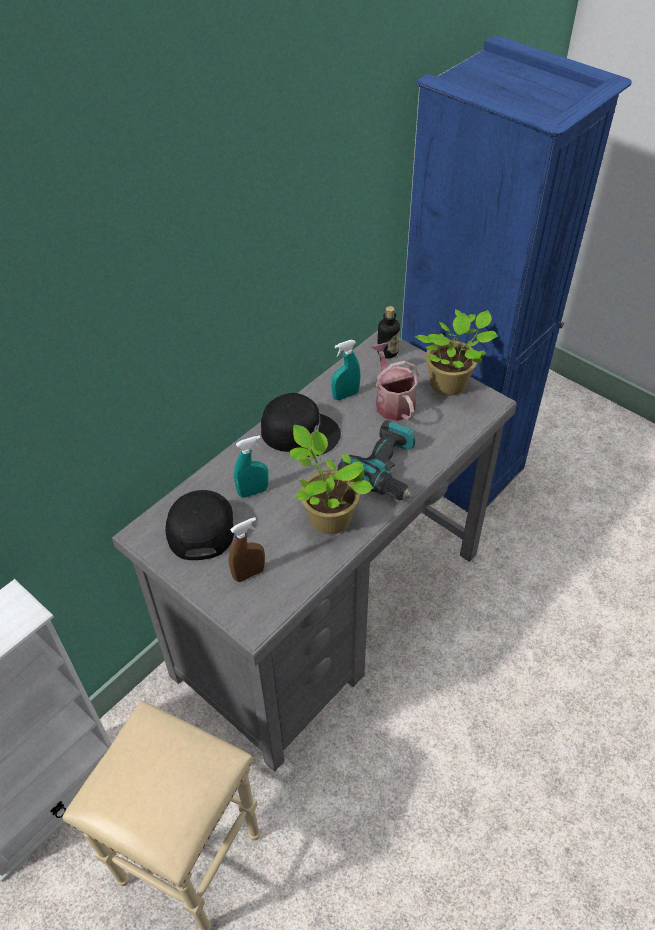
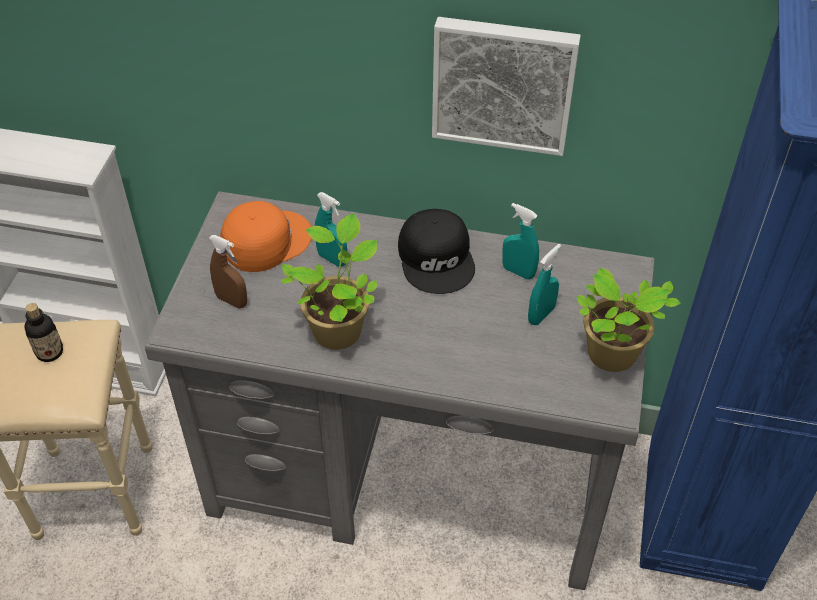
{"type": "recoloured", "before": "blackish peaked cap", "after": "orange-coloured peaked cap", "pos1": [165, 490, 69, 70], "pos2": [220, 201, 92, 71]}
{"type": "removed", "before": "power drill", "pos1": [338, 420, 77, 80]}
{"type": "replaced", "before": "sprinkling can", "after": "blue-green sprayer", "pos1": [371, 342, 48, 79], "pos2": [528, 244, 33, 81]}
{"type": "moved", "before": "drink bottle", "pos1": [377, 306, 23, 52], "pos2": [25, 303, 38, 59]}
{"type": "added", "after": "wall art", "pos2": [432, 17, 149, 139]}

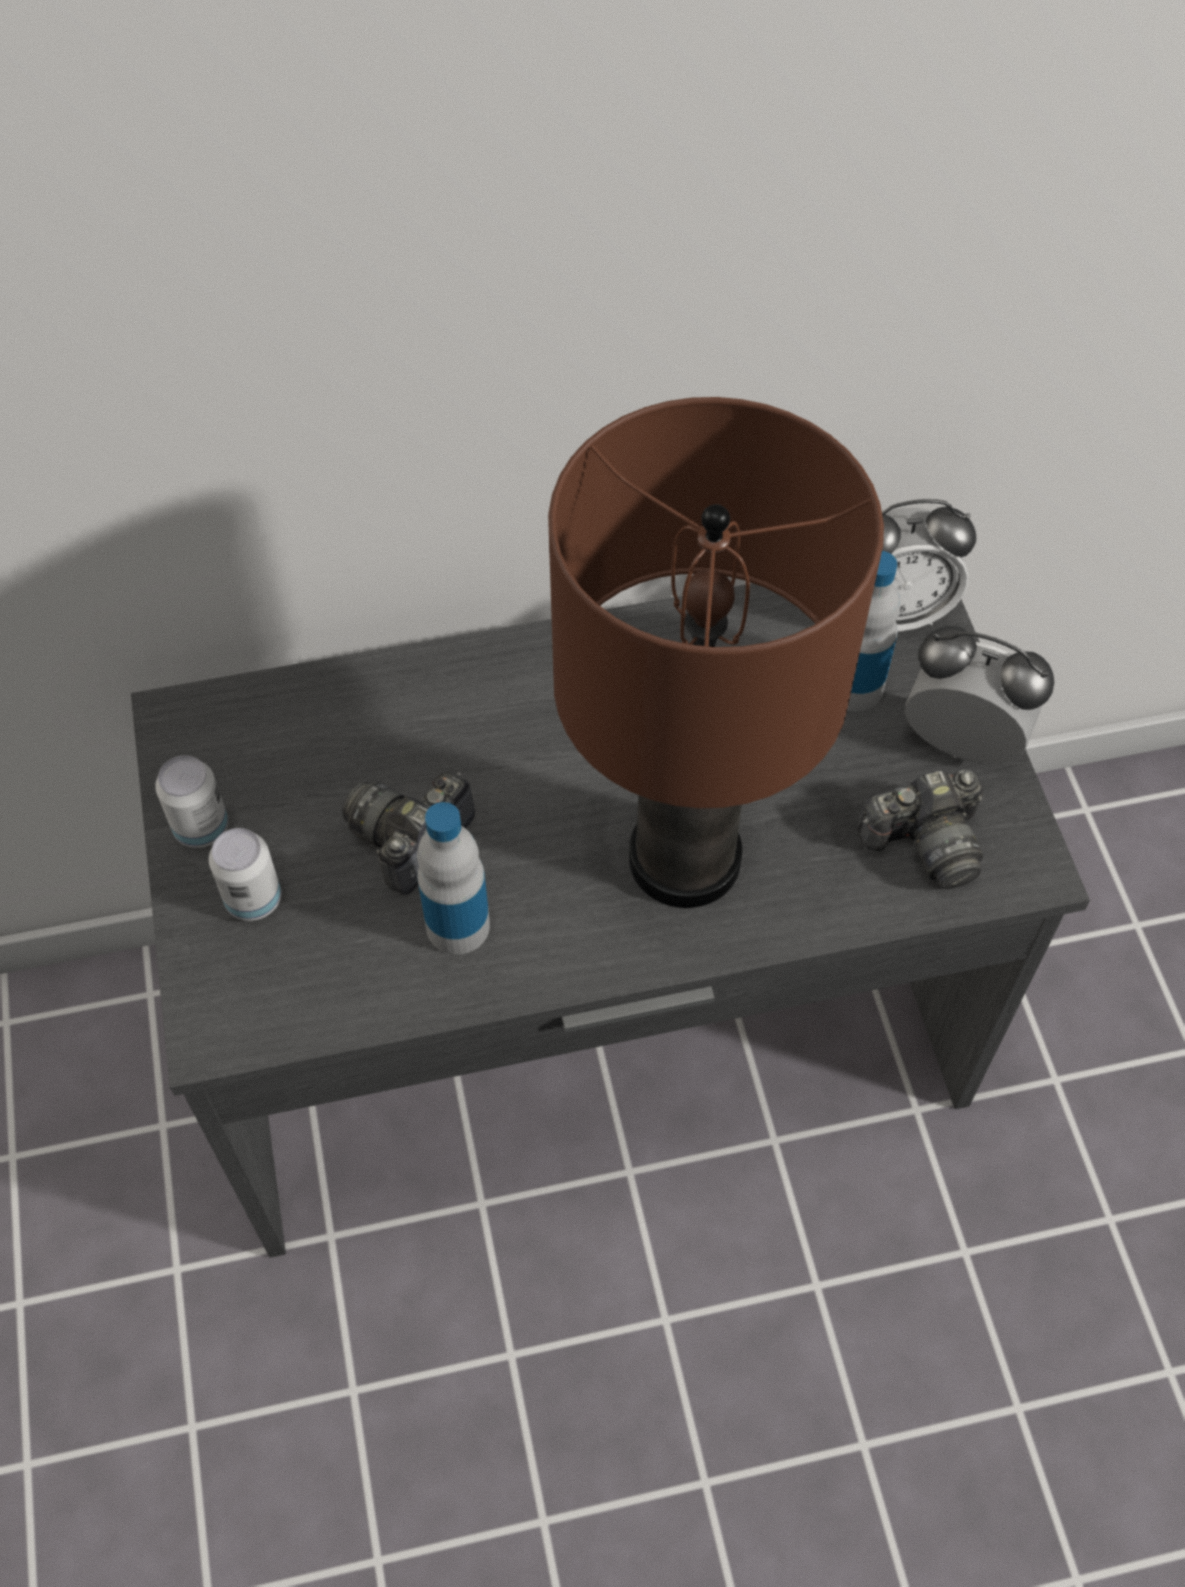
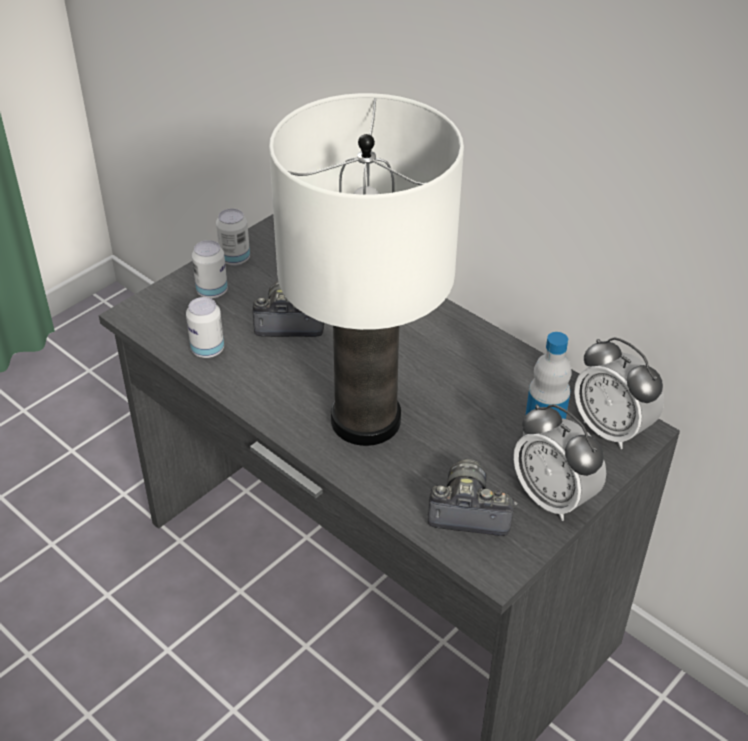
{"type": "removed", "before": "drink bottle", "pos1": [417, 802, 73, 153]}
{"type": "recoloured", "before": "brownish lamp for a table", "after": "whitish lamp for a table", "pos1": [548, 397, 336, 511], "pos2": [269, 93, 195, 353]}
{"type": "turned", "before": "photo camera", "pos1": [857, 770, 126, 119], "pos2": [428, 458, 89, 78], "turn": 150}
{"type": "turned", "before": "alarm clock", "pos1": [905, 626, 149, 137], "pos2": [513, 404, 93, 117], "turn": 150}
{"type": "added", "after": "metal can", "pos2": [186, 297, 38, 61]}

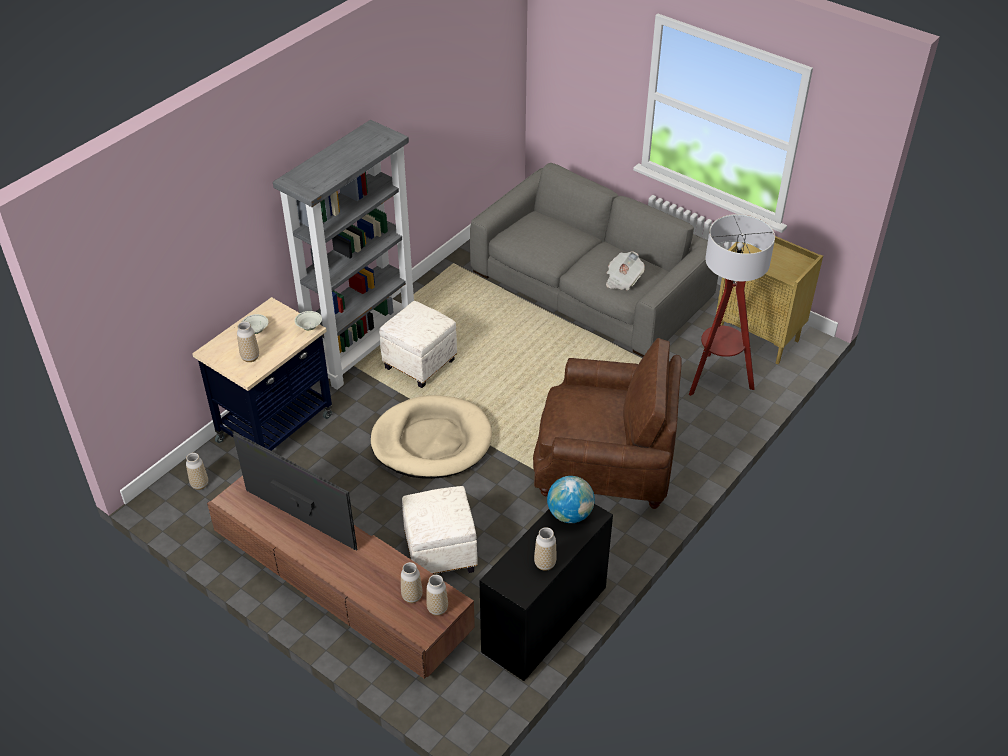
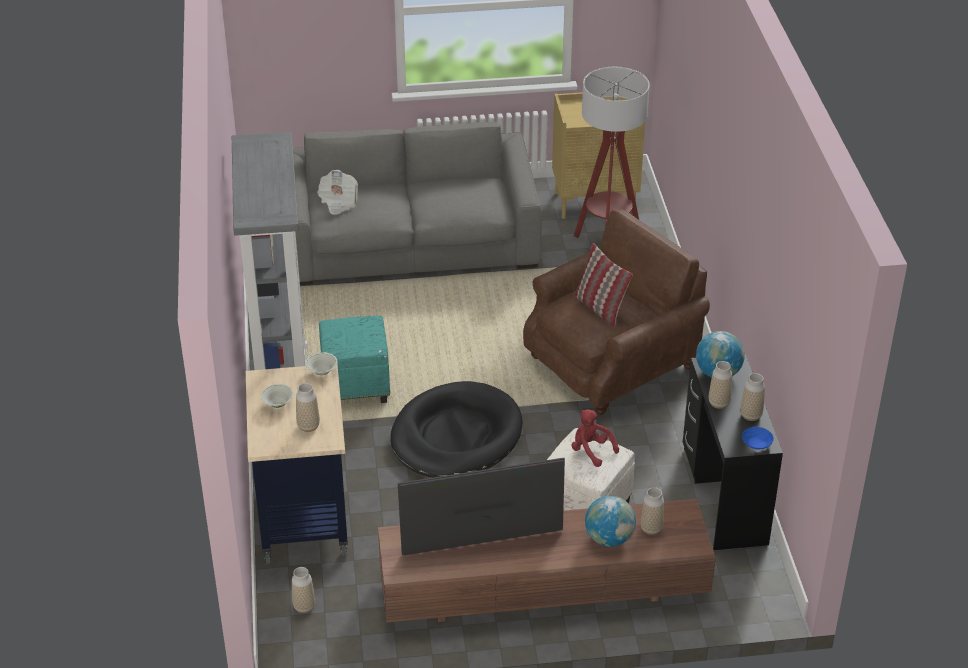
{"type": "recoloured", "before": "sand-coloured dog cushion", "after": "blackish dog cushion", "pos1": [370, 395, 122, 84], "pos2": [390, 381, 133, 97]}
{"type": "recoloured", "before": "whitish footrest", "after": "blue-green footrest", "pos1": [379, 301, 78, 87], "pos2": [319, 316, 71, 87]}
{"type": "moved", "before": "vase", "pos1": [426, 575, 22, 41], "pos2": [709, 361, 23, 48]}
{"type": "moved", "before": "daily paper", "pos1": [606, 252, 39, 38], "pos2": [317, 170, 41, 45]}
{"type": "added", "after": "reddish soft toy", "pos2": [571, 410, 48, 57]}
{"type": "added", "after": "pillow", "pos2": [574, 243, 59, 85]}
{"type": "added", "after": "world globe", "pos2": [585, 496, 51, 51]}
{"type": "added", "after": "blue serving bowl", "pos2": [742, 427, 32, 22]}

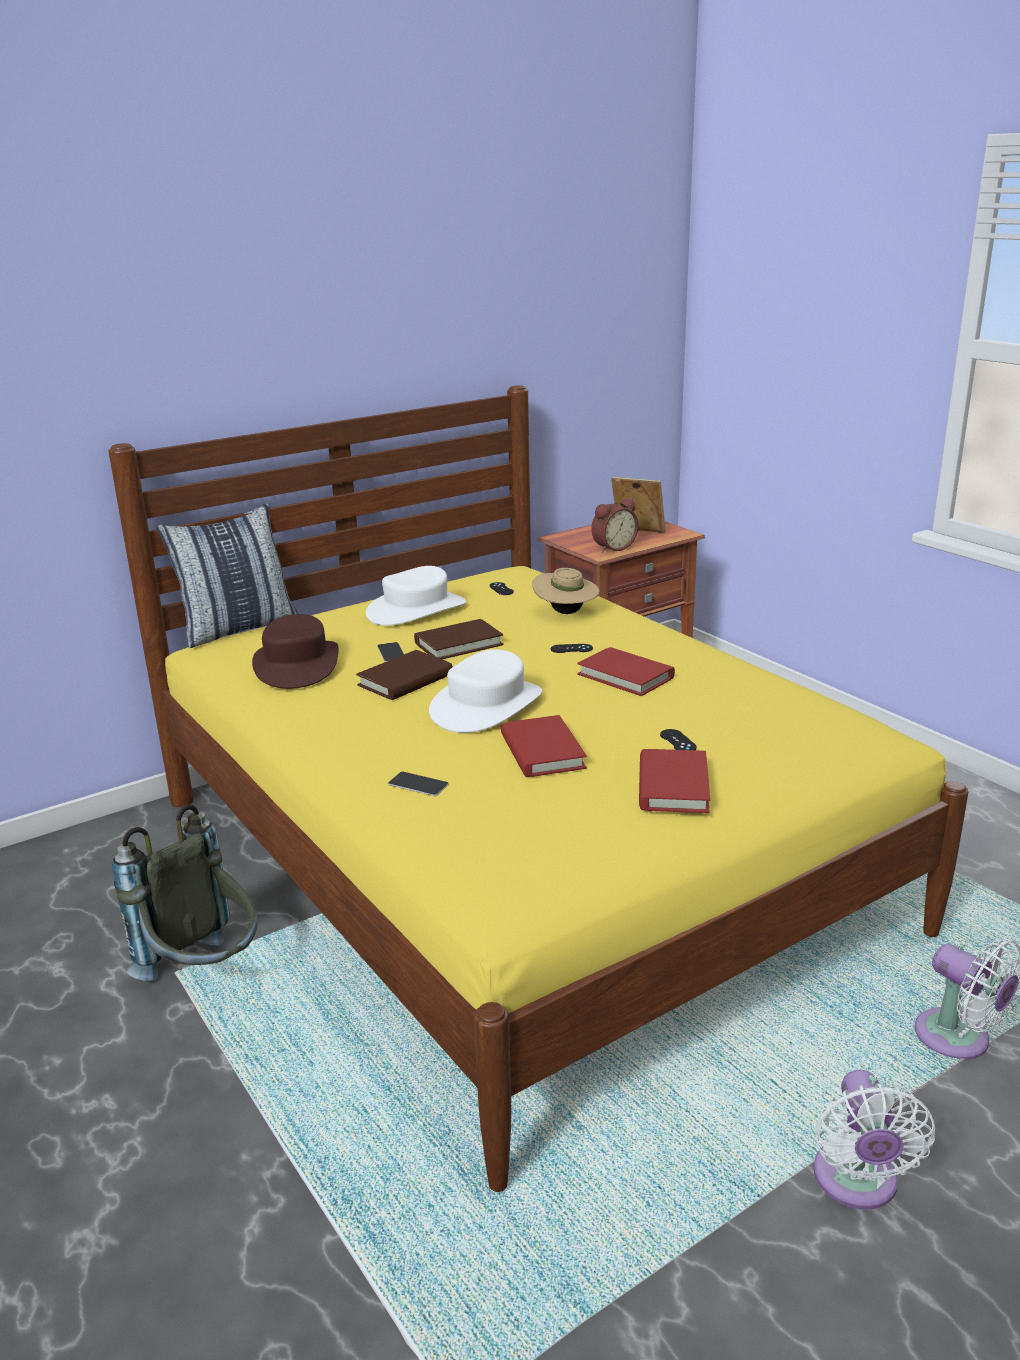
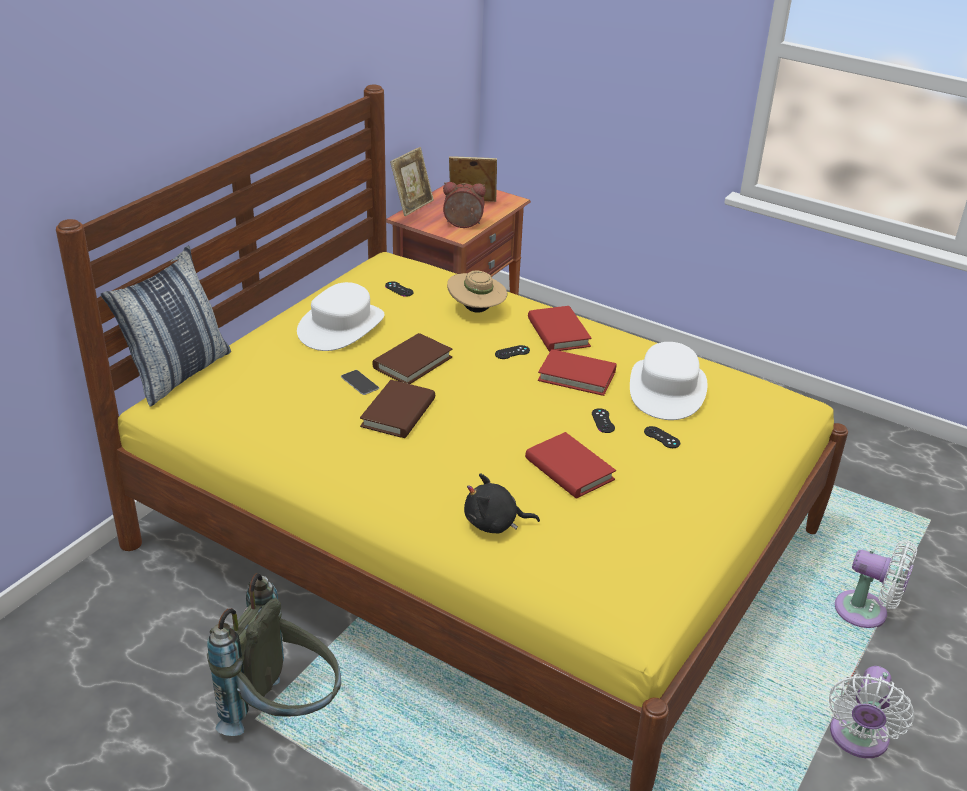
{"type": "removed", "before": "brownish hat", "pos1": [252, 614, 87, 75]}
{"type": "replaced", "before": "handset", "after": "blackish soft toy", "pos1": [388, 772, 61, 24], "pos2": [464, 474, 76, 59]}
{"type": "moved", "before": "whitish hat", "pos1": [429, 649, 113, 84], "pos2": [630, 342, 77, 78]}
{"type": "turned", "before": "alarm clock", "pos1": [591, 498, 47, 55], "pos2": [443, 182, 43, 46], "turn": -120}
{"type": "moved", "before": "reddish volume", "pos1": [639, 749, 71, 64], "pos2": [528, 306, 64, 46]}
{"type": "turned", "before": "whitish cooling fan", "pos1": [814, 1070, 121, 139], "pos2": [829, 666, 85, 92], "turn": 45}
{"type": "added", "after": "standing frame", "pos2": [390, 147, 44, 69]}
{"type": "added", "after": "blackish joypad", "pos2": [592, 408, 23, 25]}

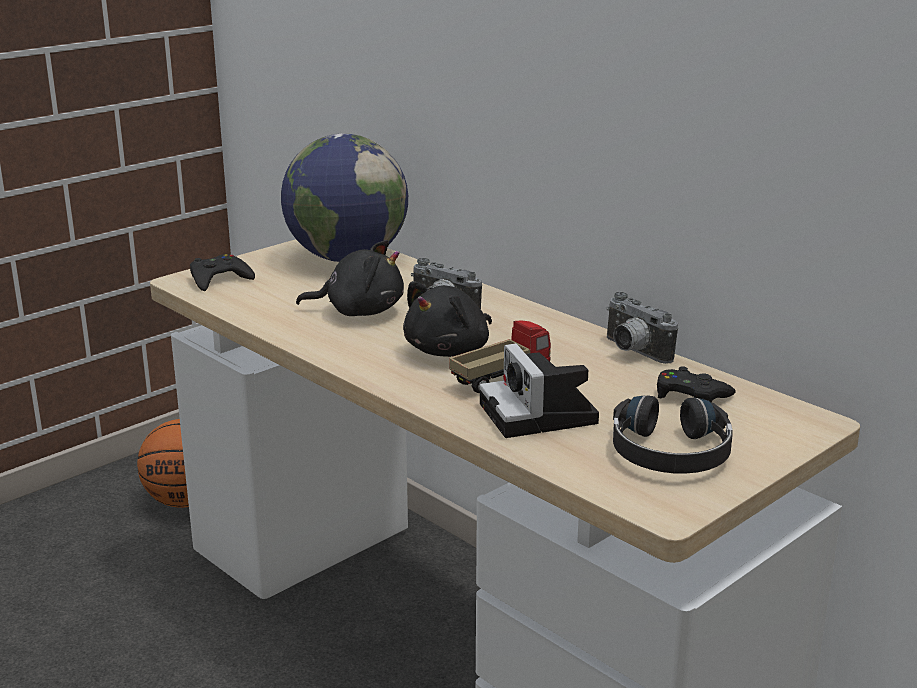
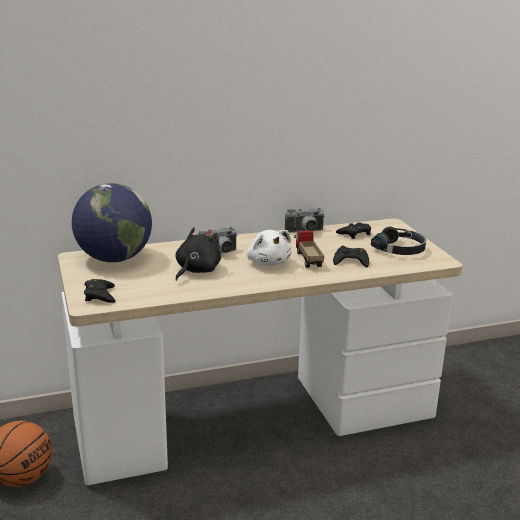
{"type": "recoloured", "before": "blackish soft toy", "after": "whitish soft toy", "pos1": [403, 281, 89, 76], "pos2": [247, 230, 45, 36]}
{"type": "replaced", "before": "photo camera", "after": "blackish joypad", "pos1": [479, 343, 120, 95], "pos2": [333, 246, 36, 21]}

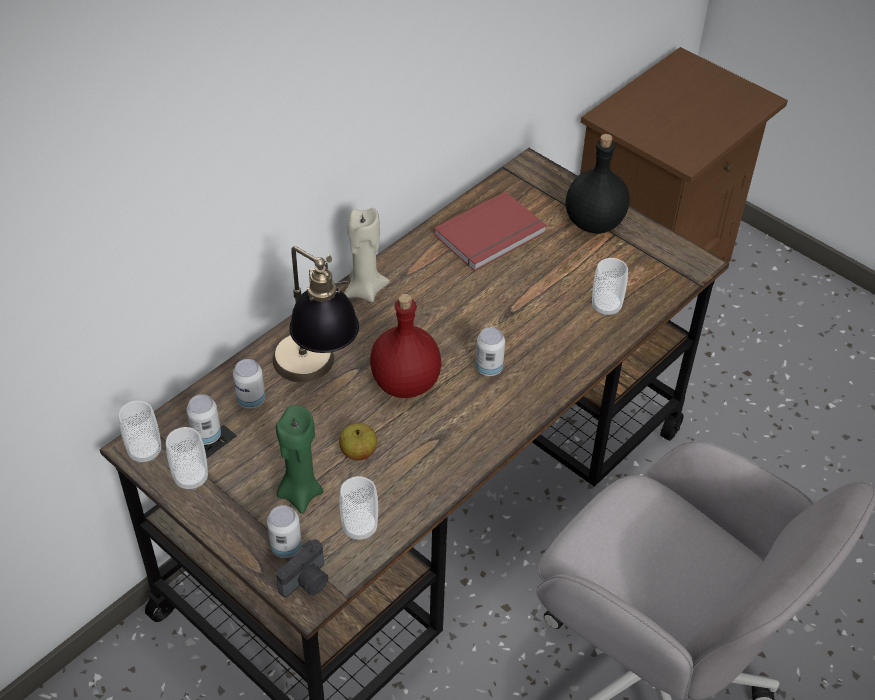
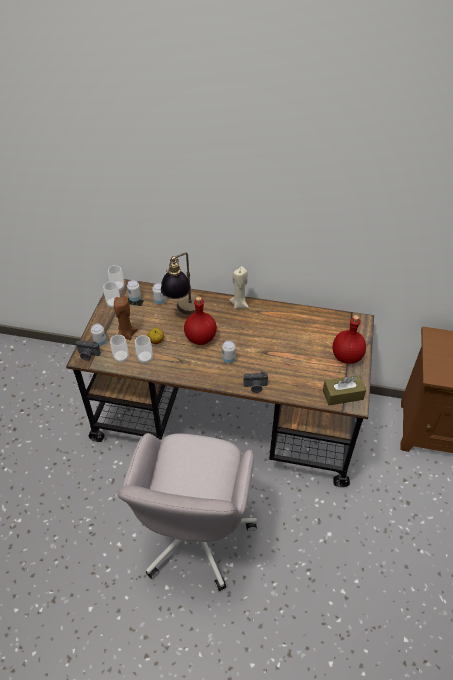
{"type": "recoloured", "before": "green-coloured candle", "after": "brownish candle", "pos1": [276, 405, 47, 109], "pos2": [114, 296, 24, 44]}
{"type": "removed", "before": "reddish volume", "pos1": [433, 191, 114, 80]}
{"type": "recoloured", "before": "blackish drink bottle", "after": "reddish drink bottle", "pos1": [566, 134, 64, 100], "pos2": [333, 315, 33, 49]}
{"type": "moved", "before": "cup", "pos1": [592, 258, 36, 58], "pos2": [135, 335, 18, 29]}
{"type": "added", "after": "photo camera", "pos2": [244, 372, 24, 21]}
{"type": "added", "after": "brownish box of tissues", "pos2": [323, 375, 43, 30]}

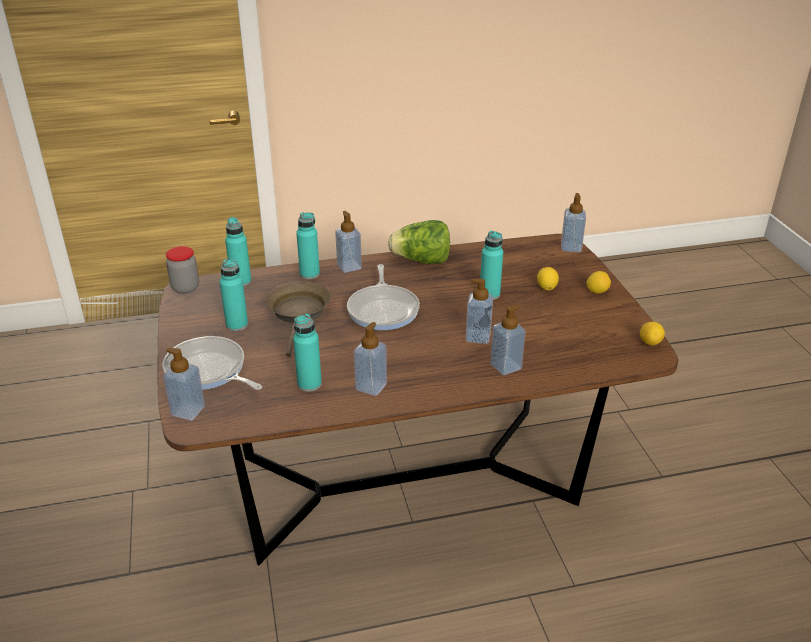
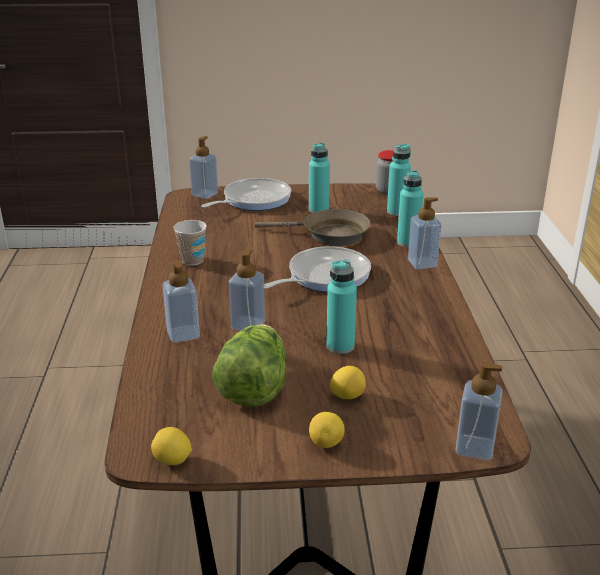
{"type": "removed", "before": "blue-green drink bottle", "pos1": [293, 314, 29, 78]}
{"type": "turned", "before": "skillet", "pos1": [347, 264, 73, 66], "pos2": [264, 246, 107, 46], "turn": 135}
{"type": "replaced", "before": "soap dispenser", "after": "cup", "pos1": [354, 322, 33, 74], "pos2": [173, 220, 34, 46]}
{"type": "moved", "before": "lettuce head", "pos1": [388, 220, 62, 44], "pos2": [212, 324, 74, 83]}

